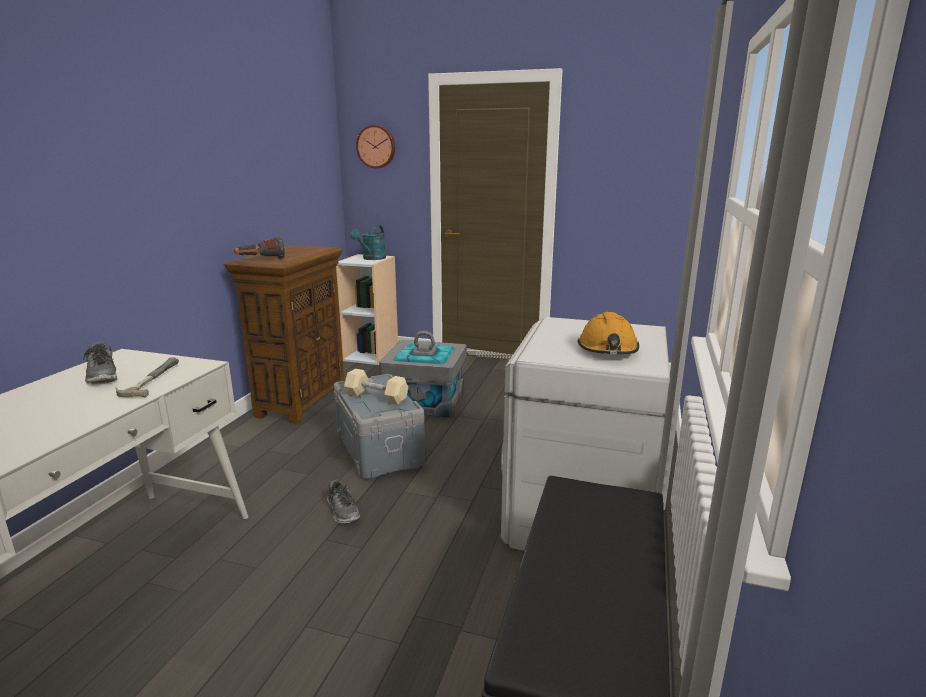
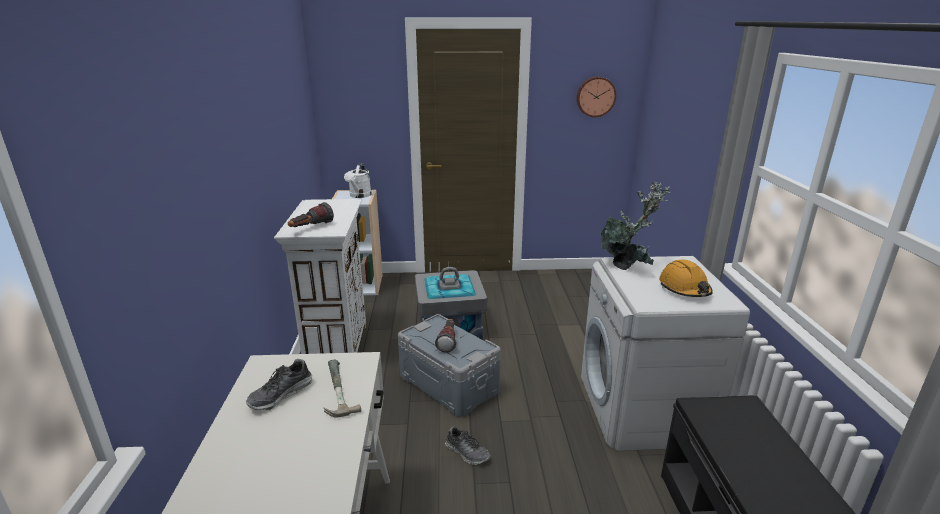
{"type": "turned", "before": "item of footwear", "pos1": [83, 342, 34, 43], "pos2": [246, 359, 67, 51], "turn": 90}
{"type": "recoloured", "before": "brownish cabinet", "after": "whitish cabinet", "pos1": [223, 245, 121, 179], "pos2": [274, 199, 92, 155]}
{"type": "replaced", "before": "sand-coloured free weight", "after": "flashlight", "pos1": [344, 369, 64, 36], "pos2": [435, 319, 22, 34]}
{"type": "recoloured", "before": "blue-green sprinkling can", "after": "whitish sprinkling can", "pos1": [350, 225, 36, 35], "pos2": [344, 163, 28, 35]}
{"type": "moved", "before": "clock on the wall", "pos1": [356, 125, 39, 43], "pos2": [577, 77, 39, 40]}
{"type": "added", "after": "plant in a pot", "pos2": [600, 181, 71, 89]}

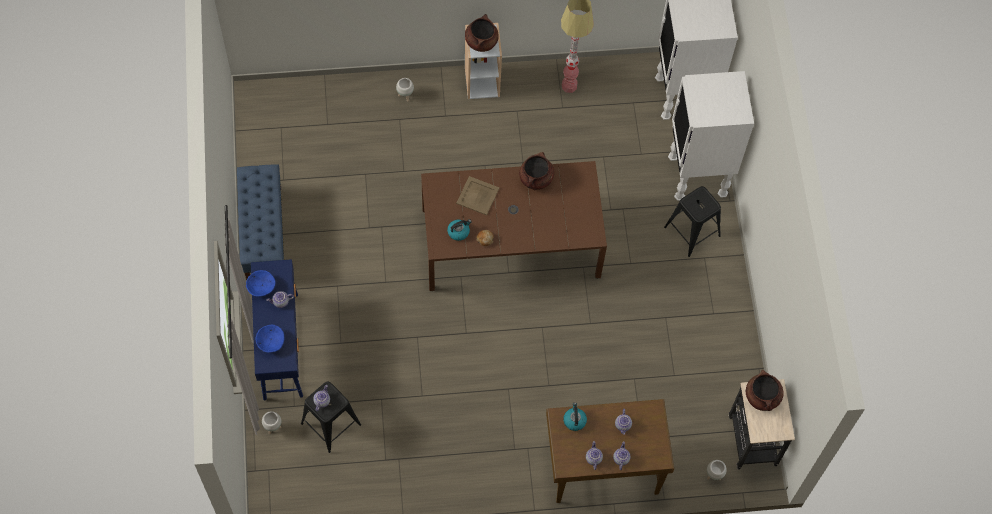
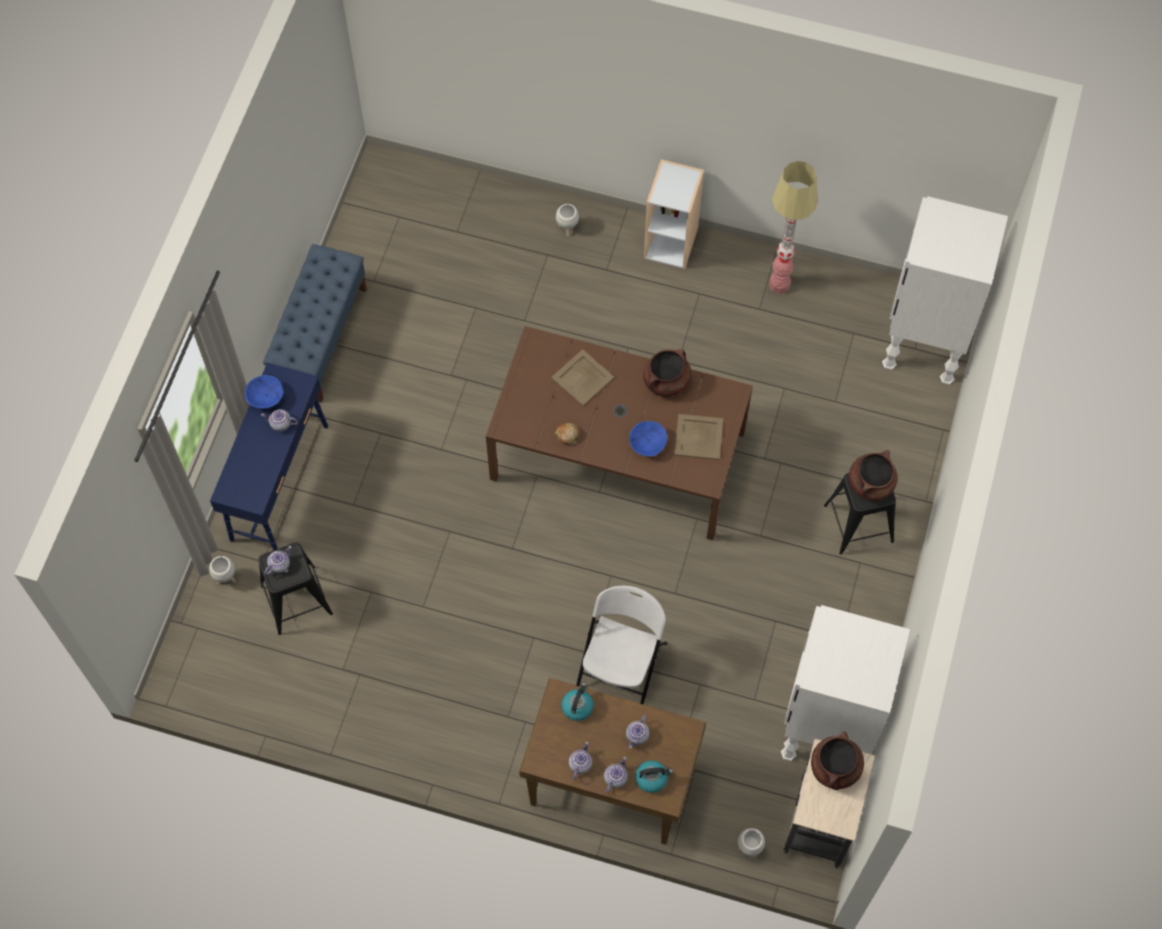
{"type": "moved", "before": "blue serving bowl", "pos1": [255, 325, 29, 28], "pos2": [629, 421, 38, 36]}
{"type": "moved", "before": "tea kettle", "pos1": [447, 219, 25, 22], "pos2": [635, 760, 38, 33]}
{"type": "moved", "before": "brownish saucepot", "pos1": [465, 14, 34, 38], "pos2": [849, 450, 48, 51]}
{"type": "moved", "before": "whitish cabinet", "pos1": [668, 71, 86, 130], "pos2": [781, 605, 129, 156]}
{"type": "added", "after": "whitish chair", "pos2": [576, 586, 92, 119]}
{"type": "added", "after": "sand-coloured carrying tray", "pos2": [674, 414, 49, 46]}

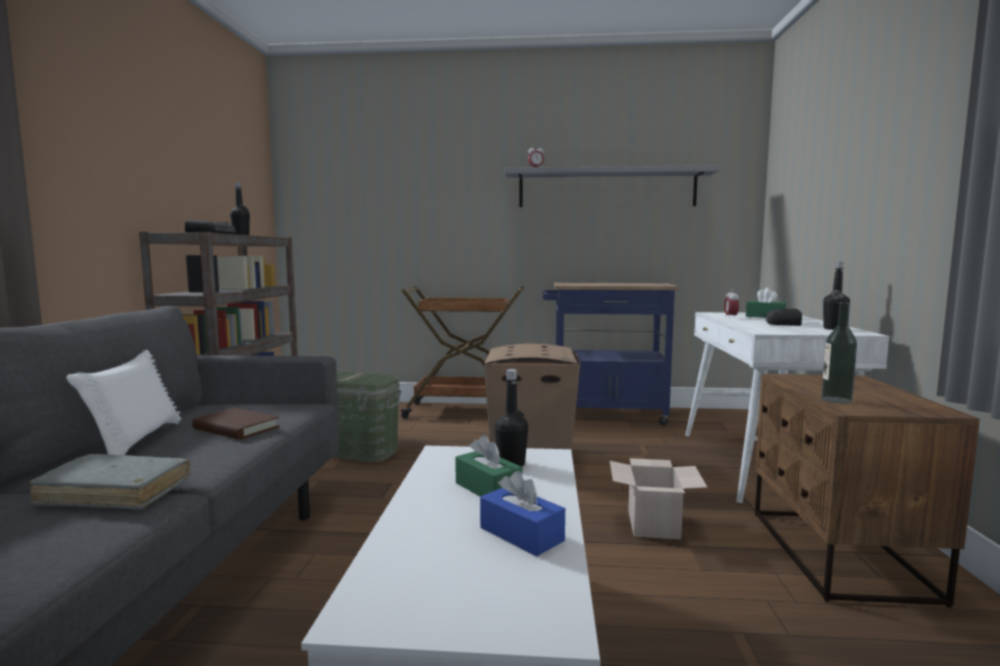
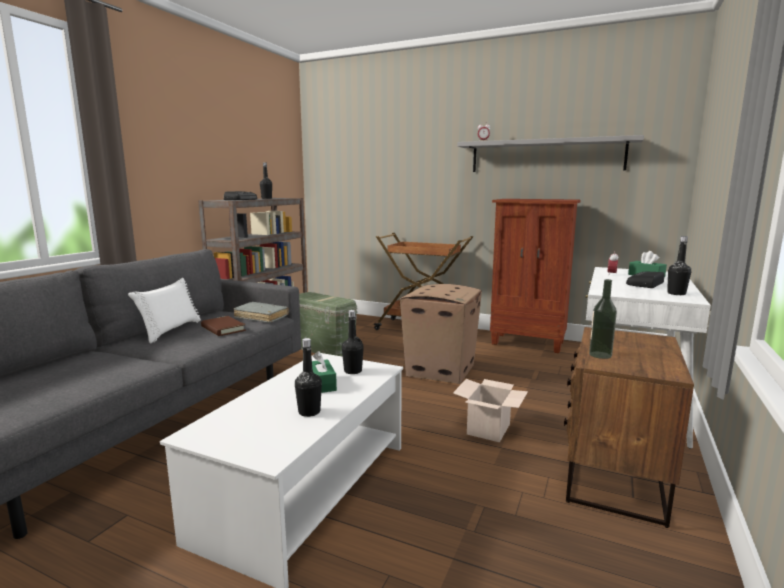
{"type": "moved", "before": "gray volume", "pos1": [29, 454, 161, 55], "pos2": [233, 302, 56, 21]}
{"type": "replaced", "before": "blue box of tissues", "after": "blackish drink bottle", "pos1": [480, 471, 85, 85], "pos2": [295, 338, 27, 79]}
{"type": "replaced", "before": "blue cart", "after": "brownish cabinet", "pos1": [543, 282, 136, 144], "pos2": [490, 199, 91, 154]}

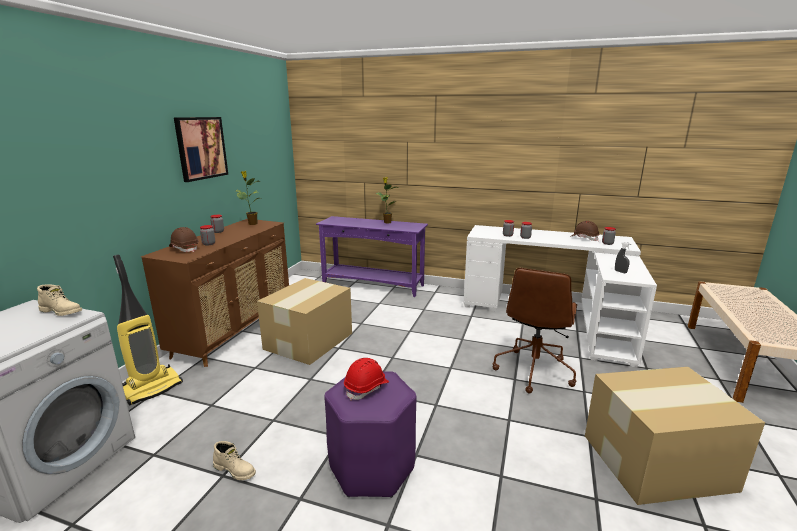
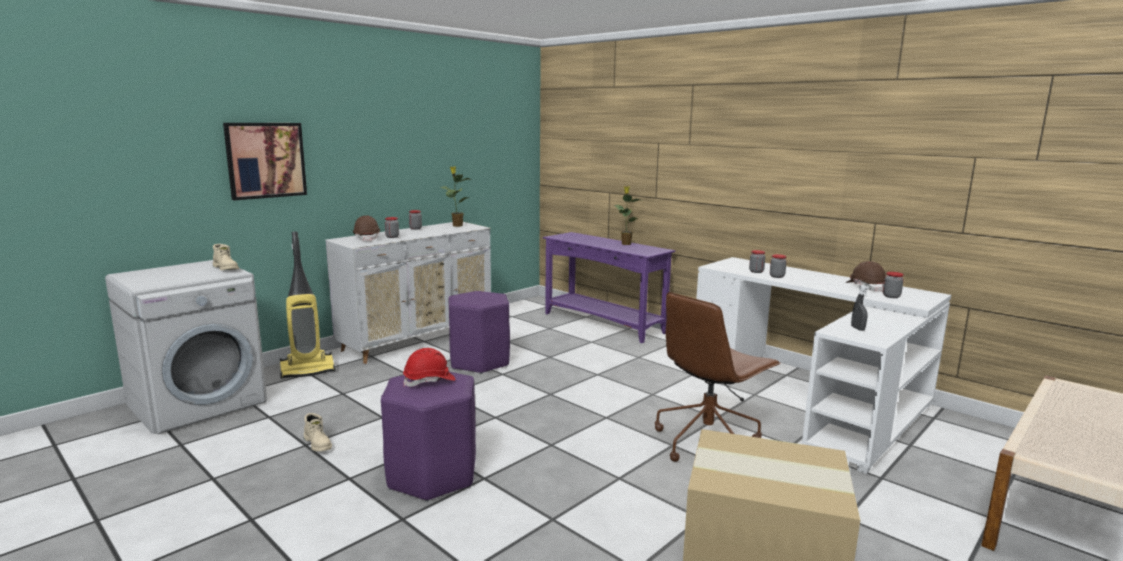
{"type": "recoloured", "before": "brownish cabinet", "after": "whitish cabinet", "pos1": [141, 219, 148, 148], "pos2": [326, 222, 165, 142]}
{"type": "moved", "before": "wall art", "pos1": [174, 117, 54, 65], "pos2": [223, 123, 84, 77]}
{"type": "replaced", "before": "cardboard box", "after": "purple-coloured stool", "pos1": [257, 278, 95, 87], "pos2": [448, 291, 62, 83]}

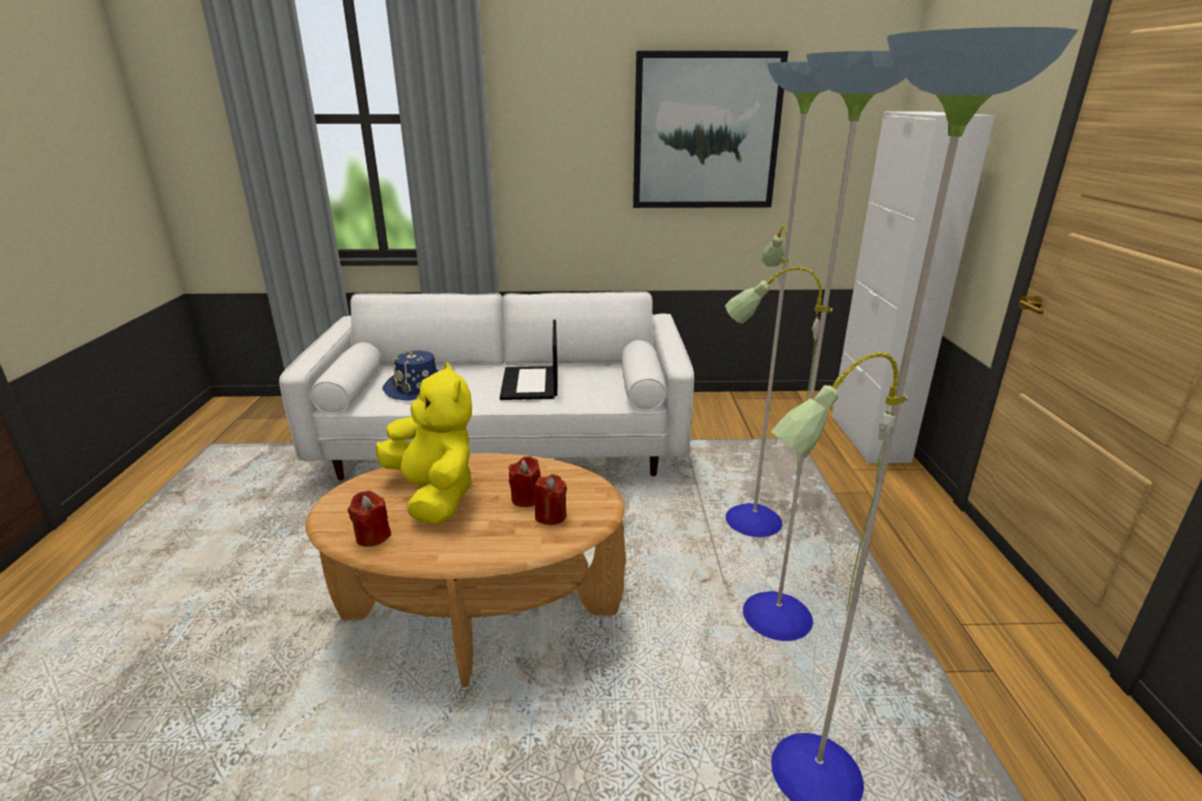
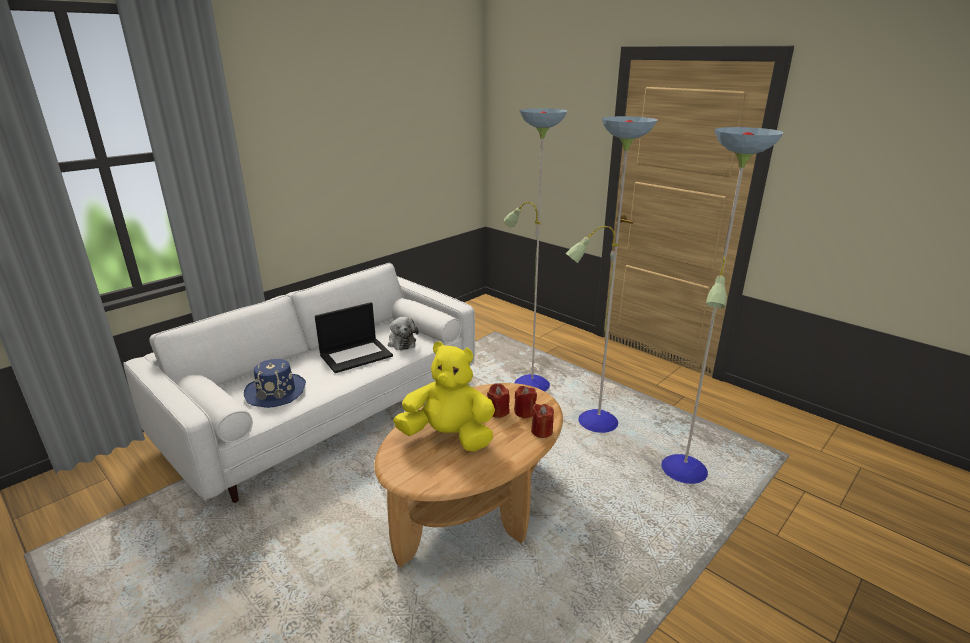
{"type": "moved", "before": "reddish candle", "pos1": [348, 491, 43, 56], "pos2": [531, 404, 23, 34]}
{"type": "turned", "before": "laptop", "pos1": [500, 320, 57, 80], "pos2": [315, 302, 78, 71], "turn": -75}
{"type": "removed", "before": "wall art", "pos1": [633, 51, 155, 157]}
{"type": "removed", "before": "whitish cabinet", "pos1": [832, 112, 163, 351]}
{"type": "added", "after": "soft toy", "pos2": [388, 317, 31, 33]}

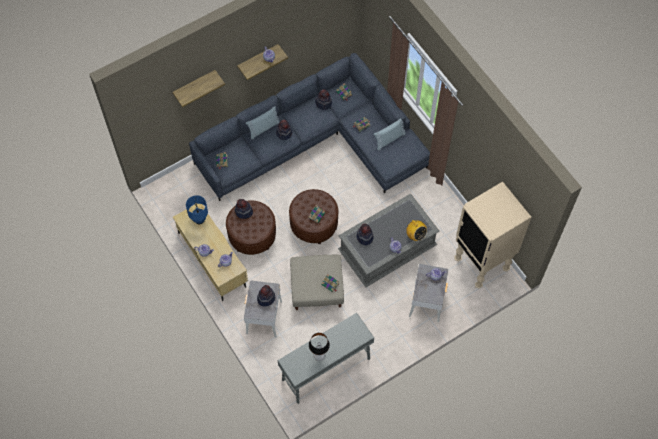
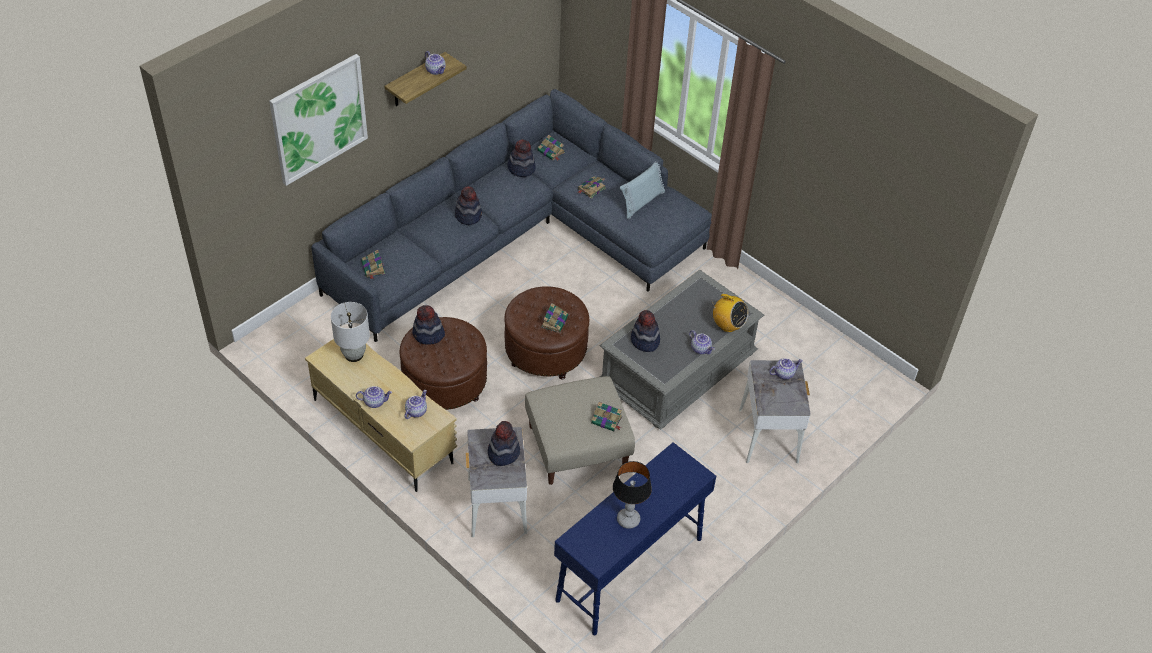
{"type": "replaced", "before": "bracket shelf", "after": "wall art", "pos1": [173, 70, 52, 37], "pos2": [269, 54, 99, 132]}
{"type": "recoloured", "before": "blue lamp for a table", "after": "whitish lamp for a table", "pos1": [186, 195, 22, 29], "pos2": [331, 302, 39, 60]}
{"type": "removed", "before": "blue pillow", "pos1": [246, 106, 34, 34]}
{"type": "recoloured", "before": "gray hall table", "after": "blue hall table", "pos1": [278, 313, 96, 91], "pos2": [554, 442, 162, 193]}
{"type": "removed", "before": "sand-coloured cabinet", "pos1": [454, 182, 77, 107]}

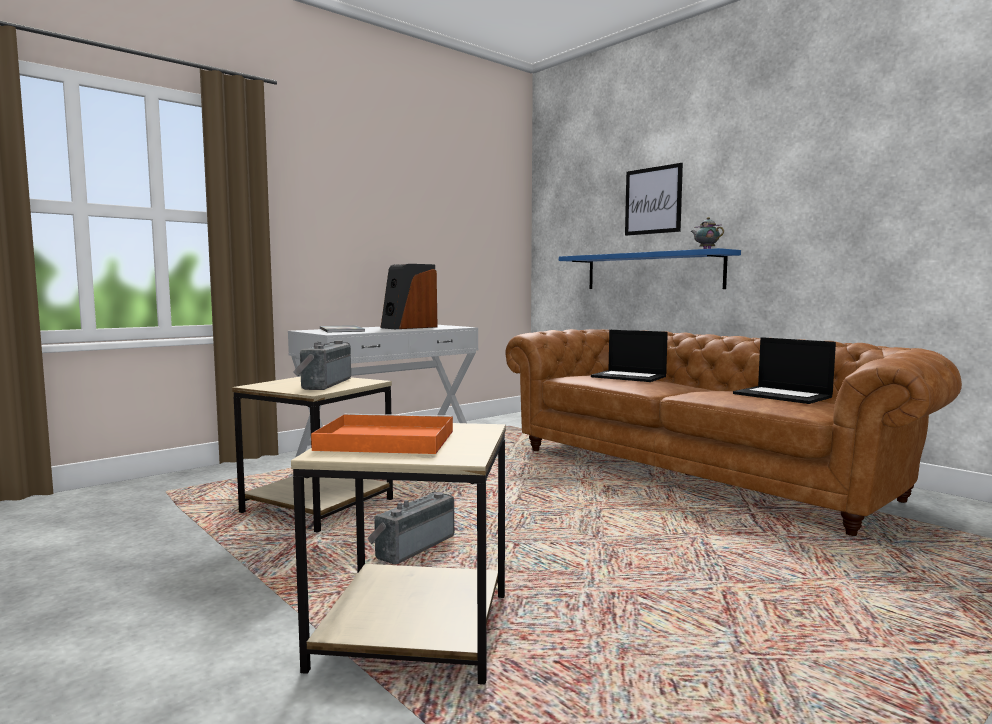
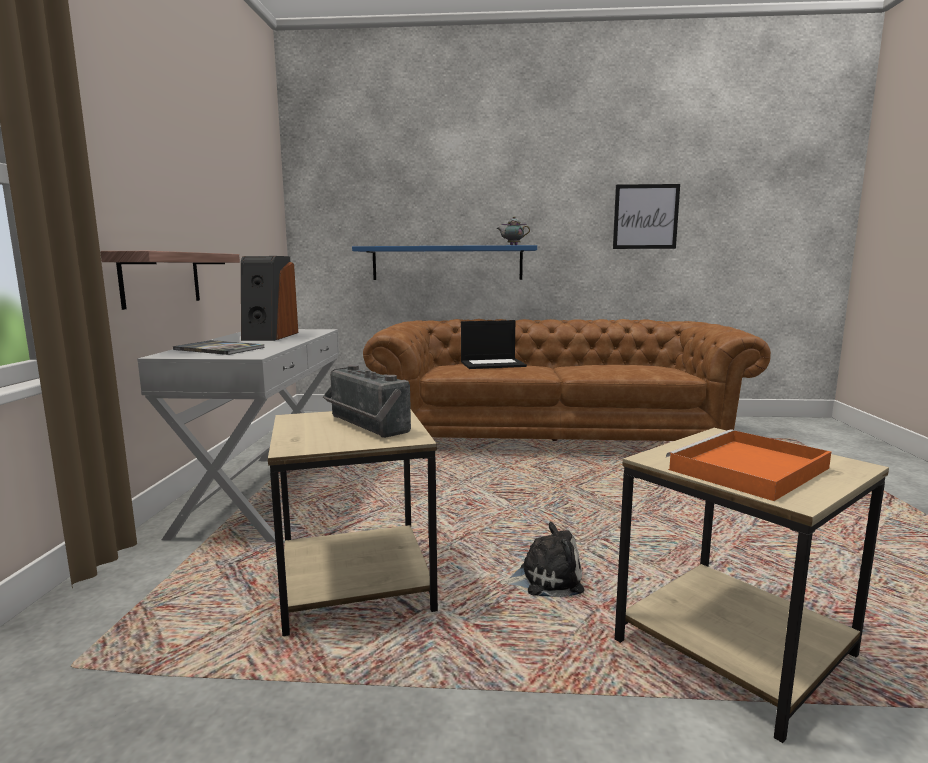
{"type": "replaced", "before": "radio", "after": "soft toy", "pos1": [368, 491, 86, 73], "pos2": [500, 522, 84, 75]}
{"type": "moved", "before": "wall art", "pos1": [625, 163, 58, 73], "pos2": [613, 184, 67, 65]}
{"type": "removed", "before": "laptop", "pos1": [733, 337, 103, 67]}
{"type": "added", "after": "bracket shelf", "pos2": [100, 251, 140, 59]}

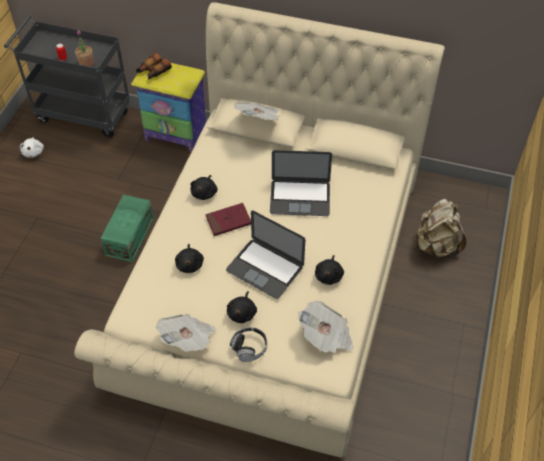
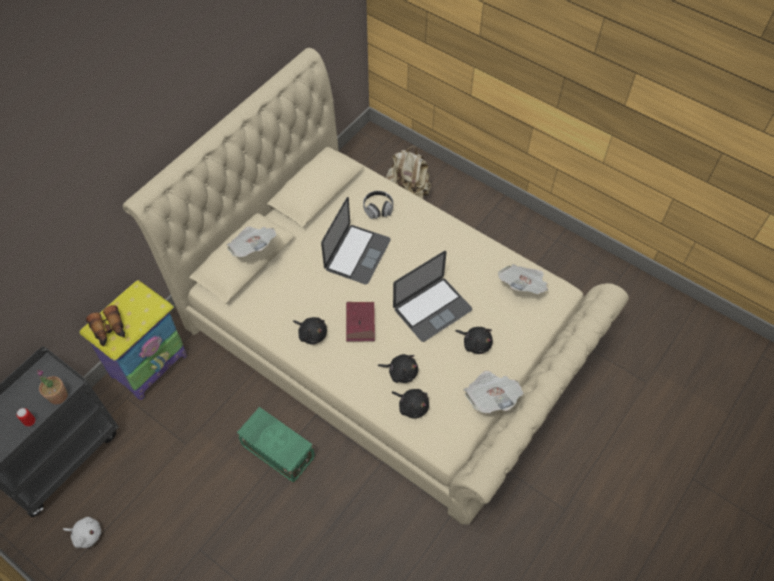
{"type": "moved", "before": "headset", "pos1": [230, 327, 37, 35], "pos2": [363, 191, 30, 28]}
{"type": "moved", "before": "blackish soft toy", "pos1": [315, 255, 29, 30], "pos2": [391, 389, 38, 30]}

